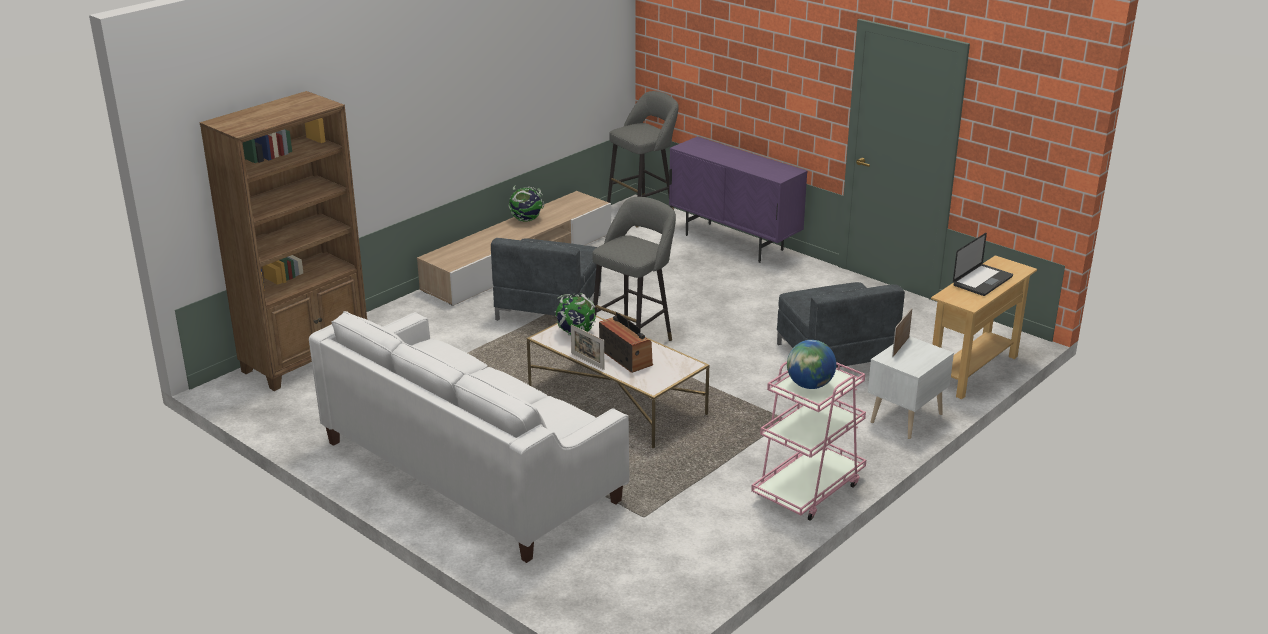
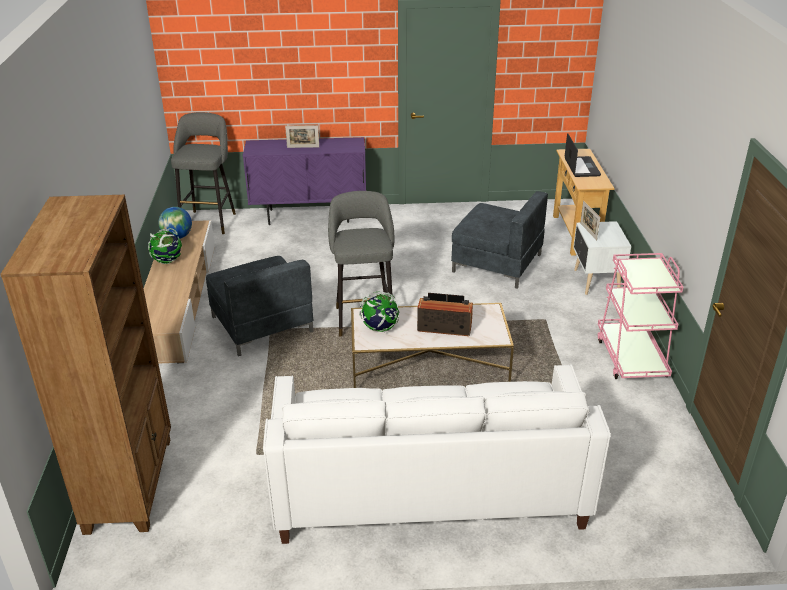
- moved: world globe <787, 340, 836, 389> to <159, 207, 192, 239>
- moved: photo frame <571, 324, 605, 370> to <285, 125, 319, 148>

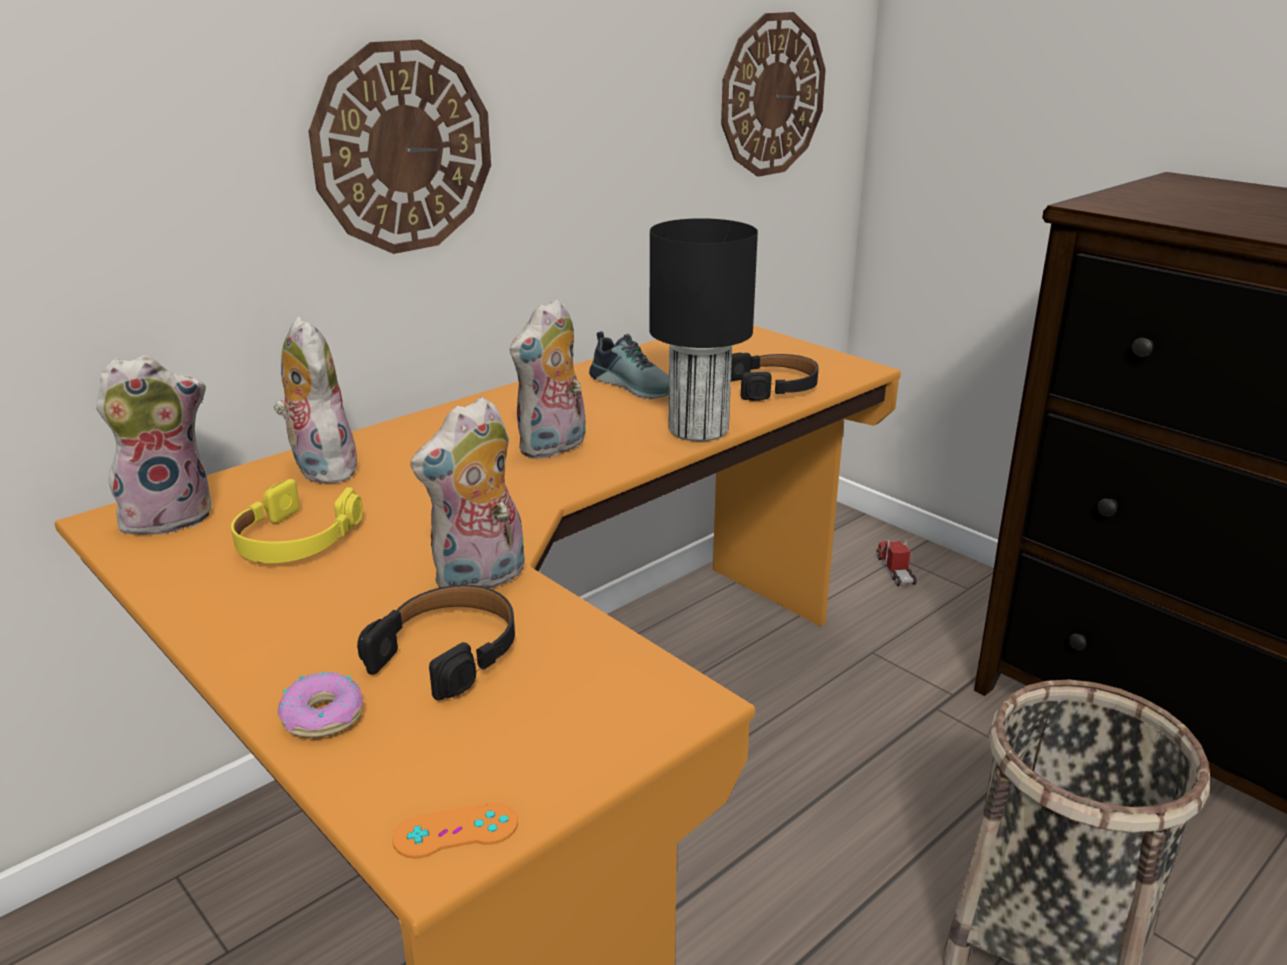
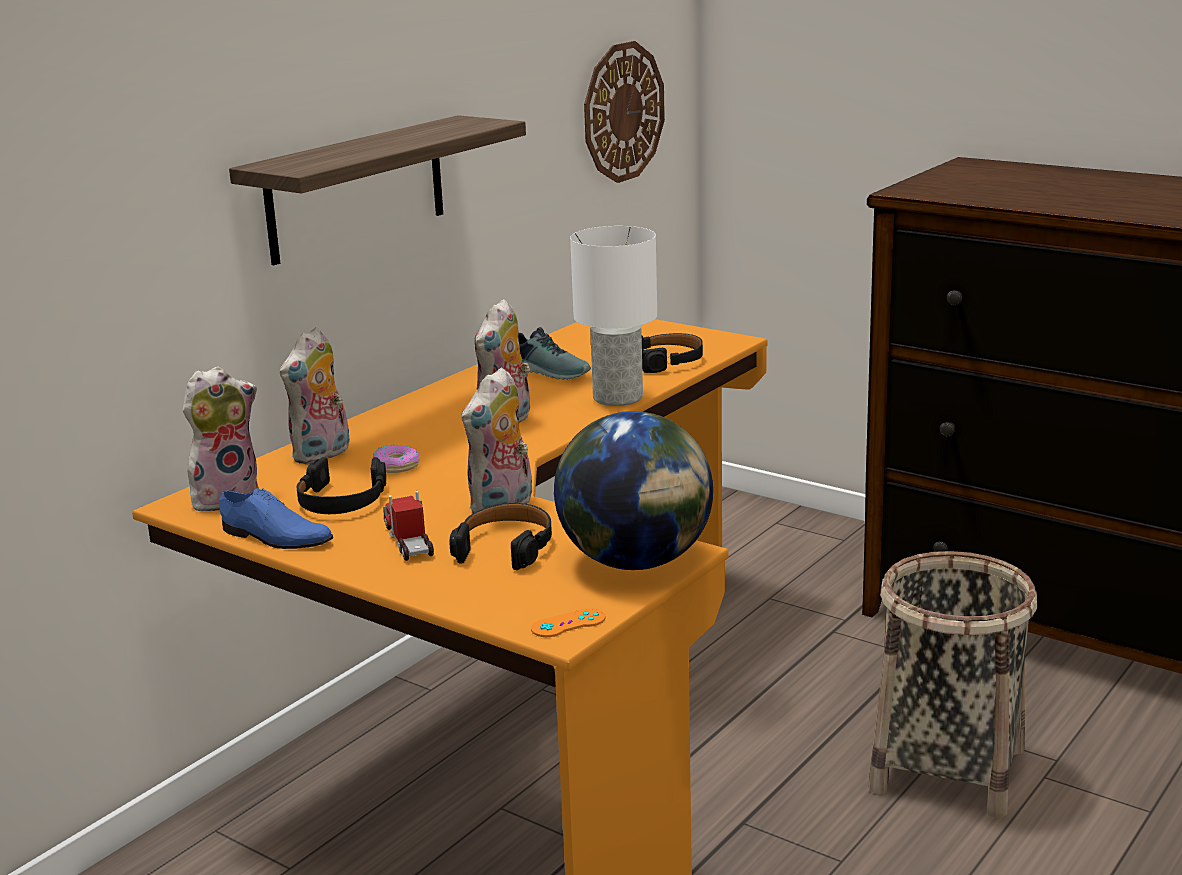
- added: blue-coloured low shoe <219, 488, 333, 549>
- replaced: clock on the wall <309, 40, 491, 254> to bracket shelf <229, 115, 526, 265>
- turned: soft toy <273, 317, 357, 484> = <280, 327, 350, 465> 105 degrees counterclockwise
- recoloured: yellow-coloured headphones <231, 479, 363, 563> to blackish headphones <296, 457, 386, 514>
- moved: doughnut <277, 672, 363, 738> to <373, 445, 420, 473>
- moved: model truck <876, 539, 917, 586> to <383, 491, 434, 561>
- added: world globe <554, 411, 713, 570>
- recoloured: blackish tabletop lamp <650, 218, 758, 441> to white-coloured tabletop lamp <570, 226, 657, 406>

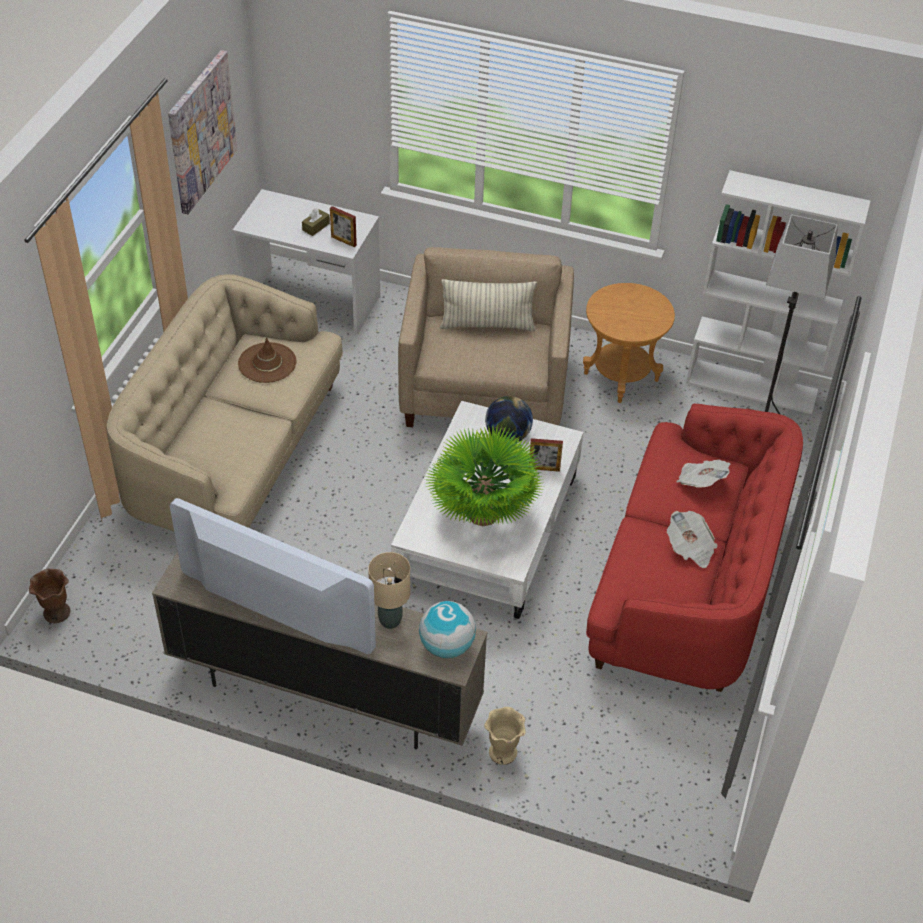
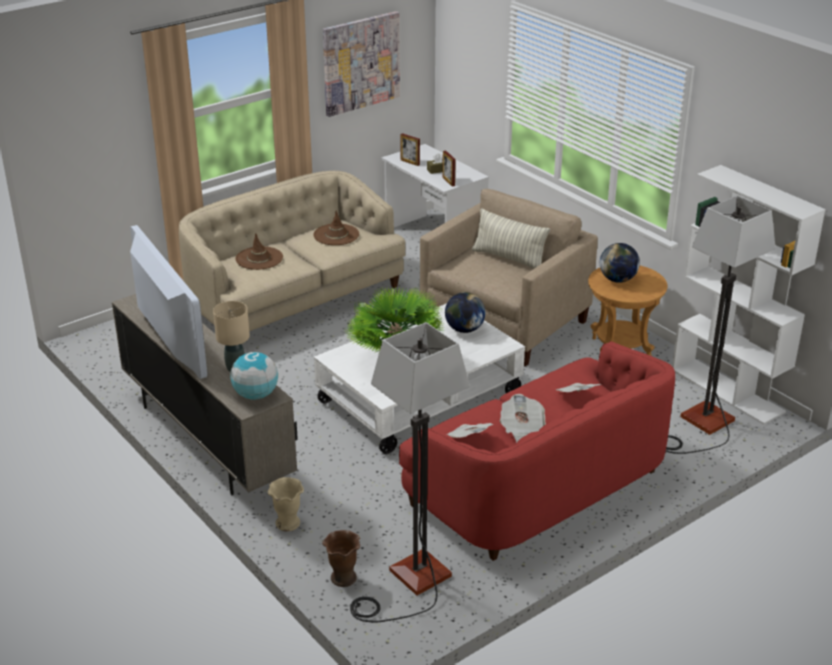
- added: brown-coloured wearable hat <235, 233, 283, 270>
- moved: brown-coloured decorative vase <29, 569, 70, 623> to <322, 530, 360, 587>
- added: standard lamp <350, 322, 470, 622>
- moved: photo frame <529, 438, 563, 472> to <400, 133, 420, 166>
- added: printed paper <447, 423, 494, 438>
- added: world globe <600, 243, 640, 283>

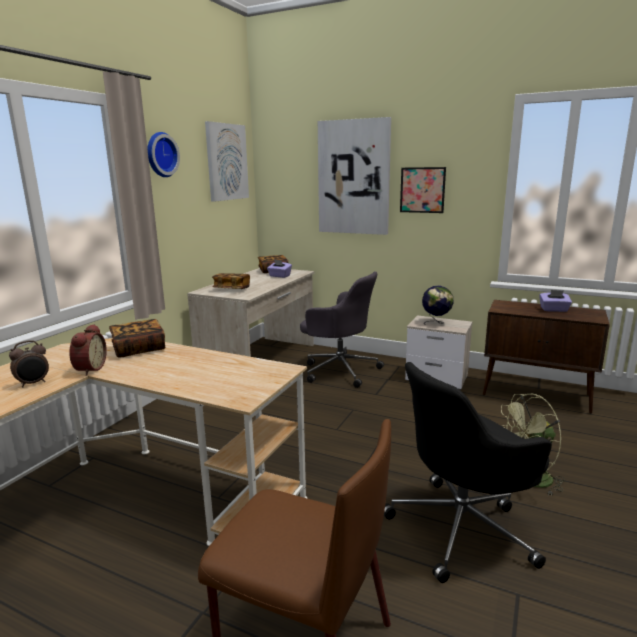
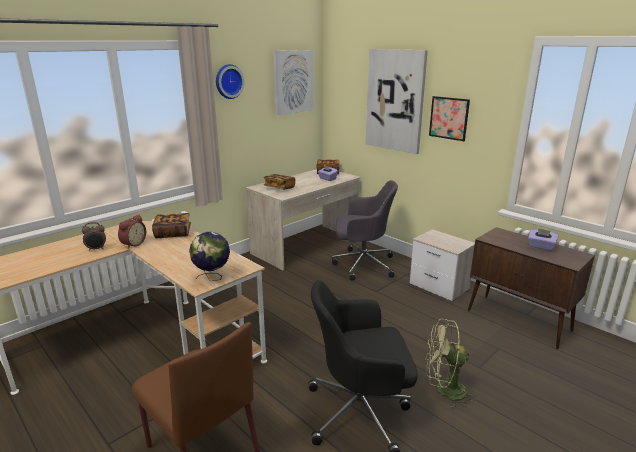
- moved: world globe <422, 285, 454, 325> to <189, 232, 230, 281>
- turned: greyish office chair <300, 271, 384, 388> = <332, 180, 398, 281> 45 degrees counterclockwise

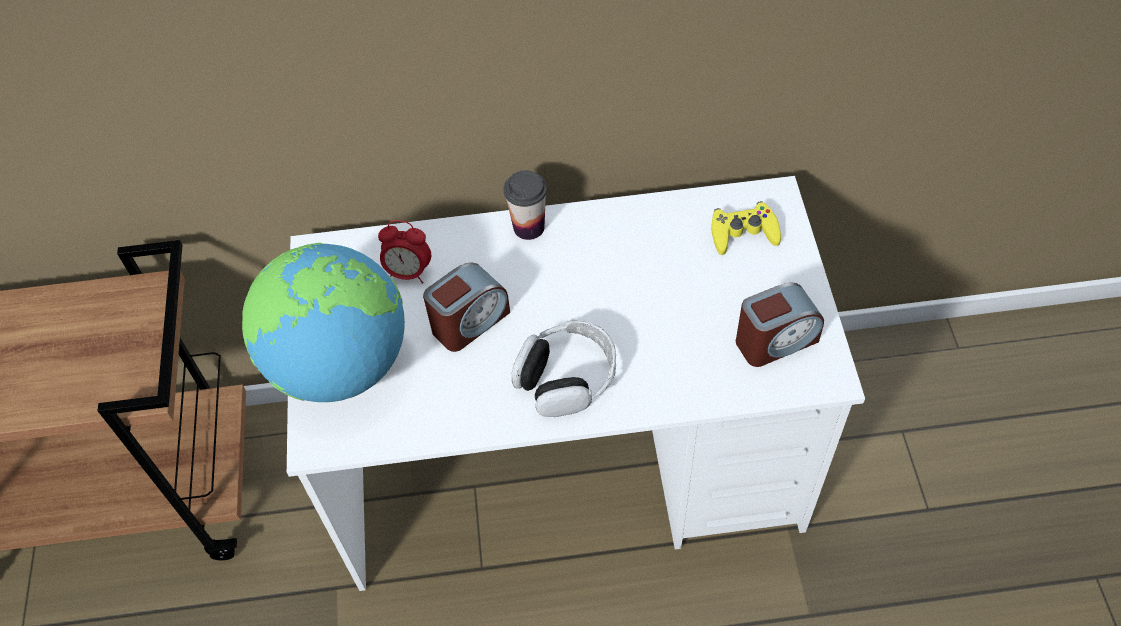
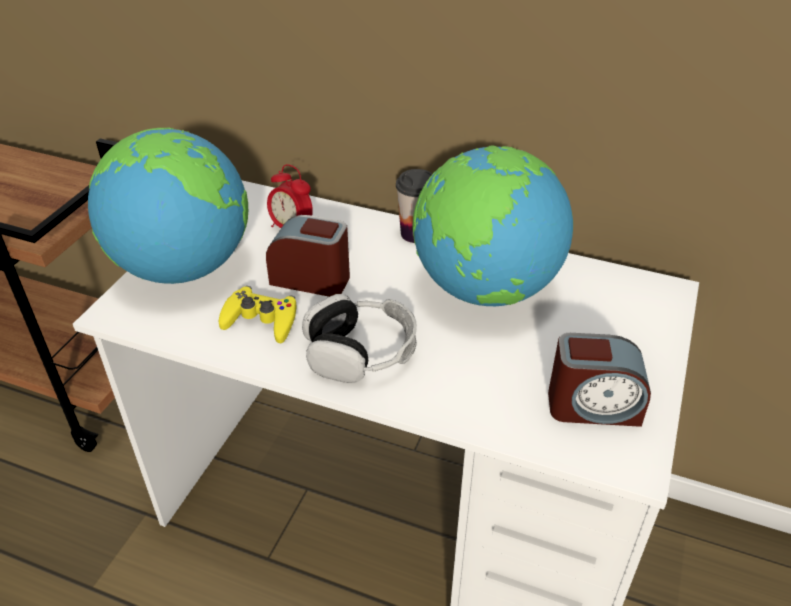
- moved: yellow-coloured game controller <711, 201, 781, 255> to <219, 286, 297, 343>
- turned: bedside clock <423, 262, 510, 352> = <266, 215, 350, 297> 150 degrees counterclockwise
- added: world globe <412, 145, 573, 306>

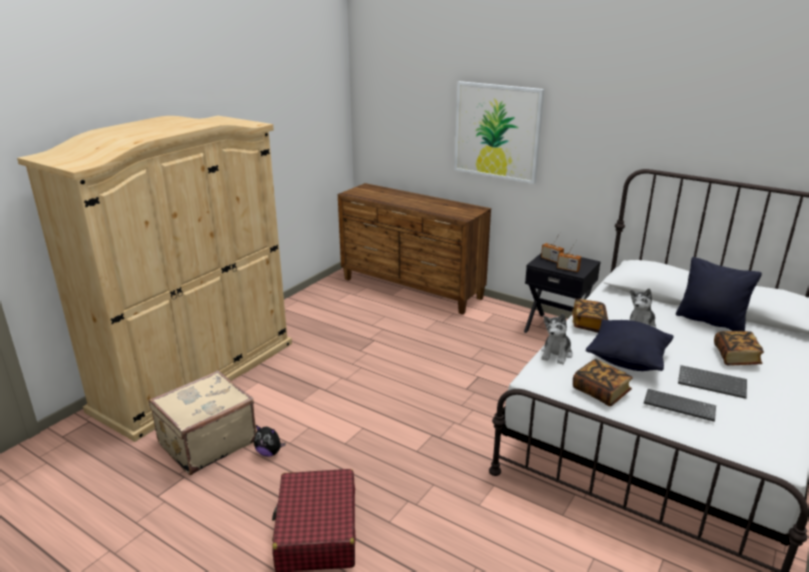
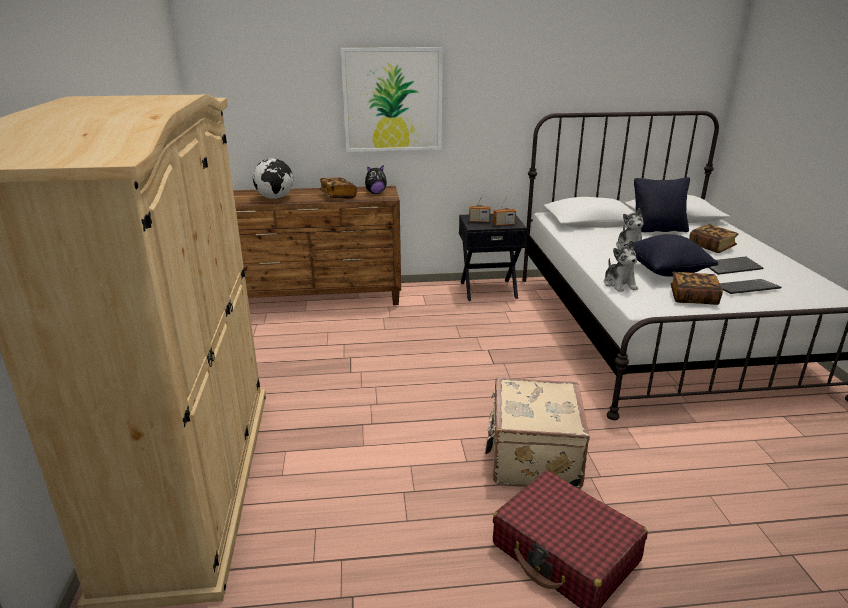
- added: world globe <253, 158, 293, 199>
- moved: bound book <572, 299, 608, 333> to <320, 177, 357, 198>
- moved: soft toy <254, 425, 286, 457> to <365, 166, 387, 194>
- moved: sand-coloured travel case <149, 370, 257, 475> to <485, 377, 590, 489>

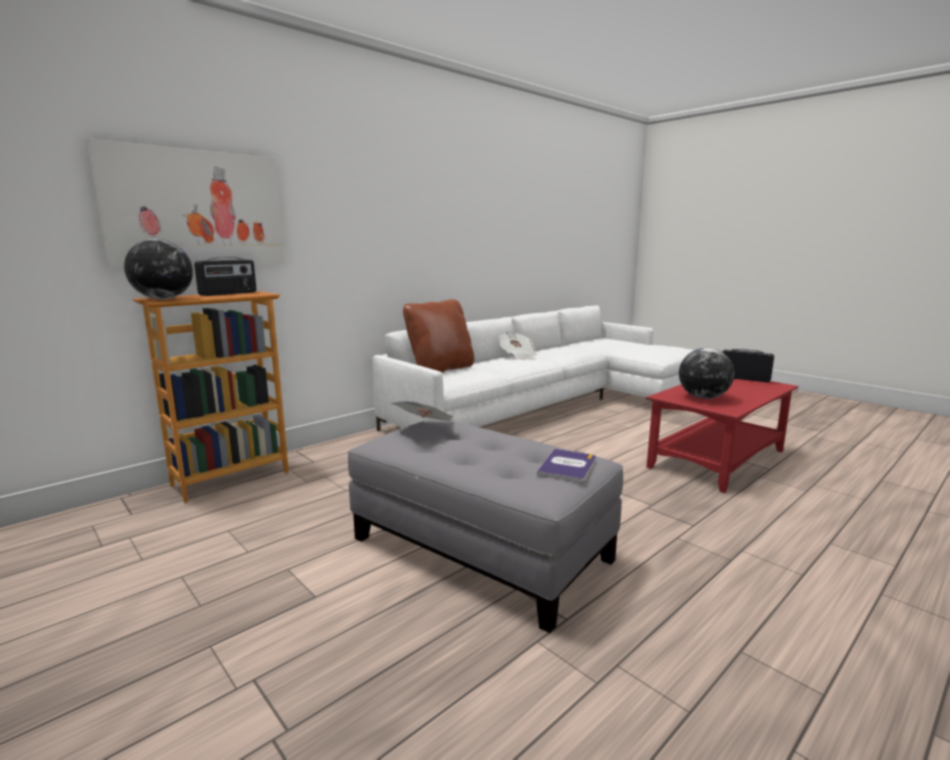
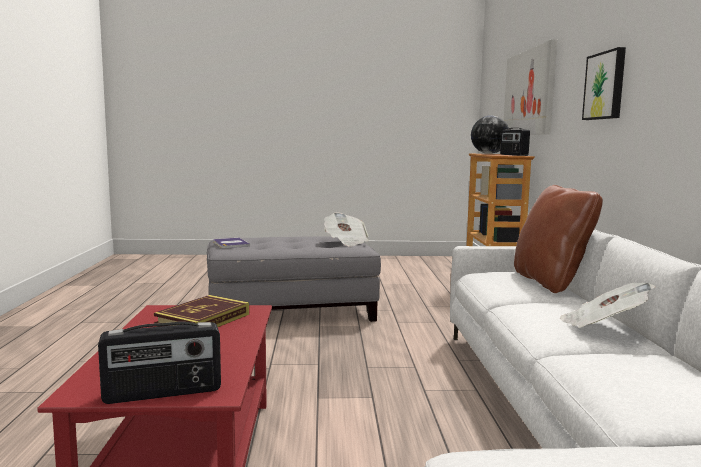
- replaced: world globe <679, 348, 734, 399> to bound book <154, 295, 249, 327>
- added: wall art <582, 47, 626, 120>

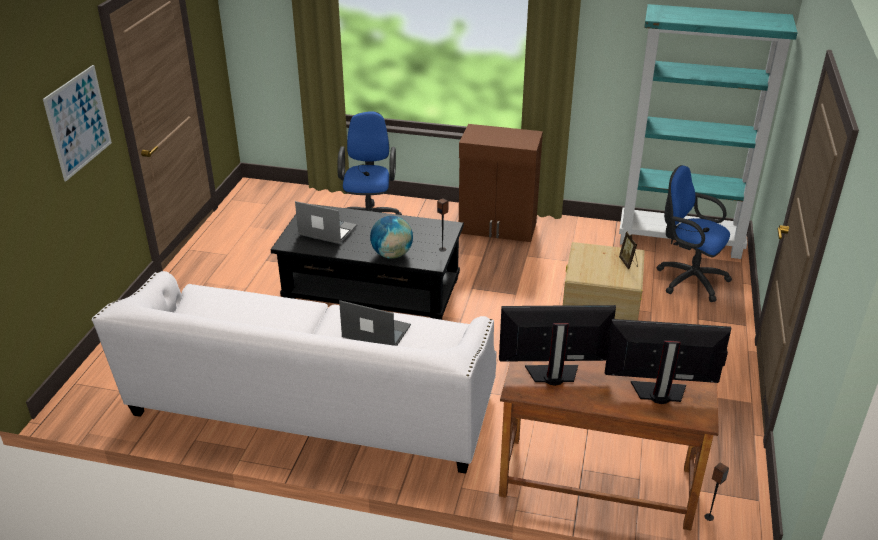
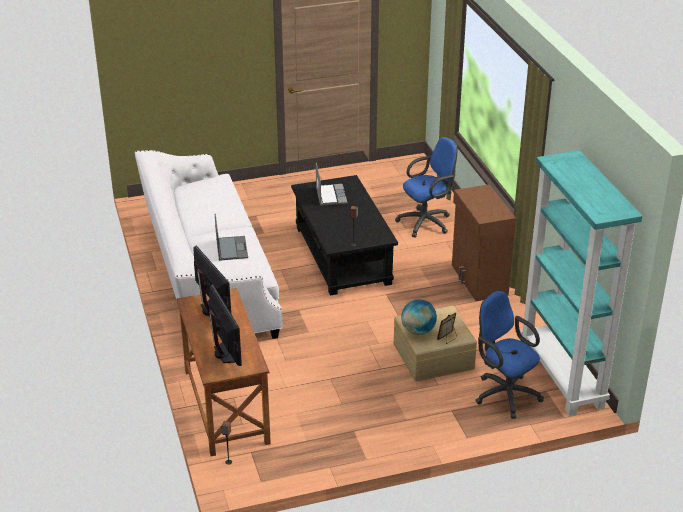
- moved: world globe <370, 216, 413, 259> to <401, 299, 437, 335>
- turned: blue-coloured office chair <657, 165, 732, 302> = <475, 290, 544, 419> 45 degrees counterclockwise
- removed: wall art <43, 65, 112, 181>

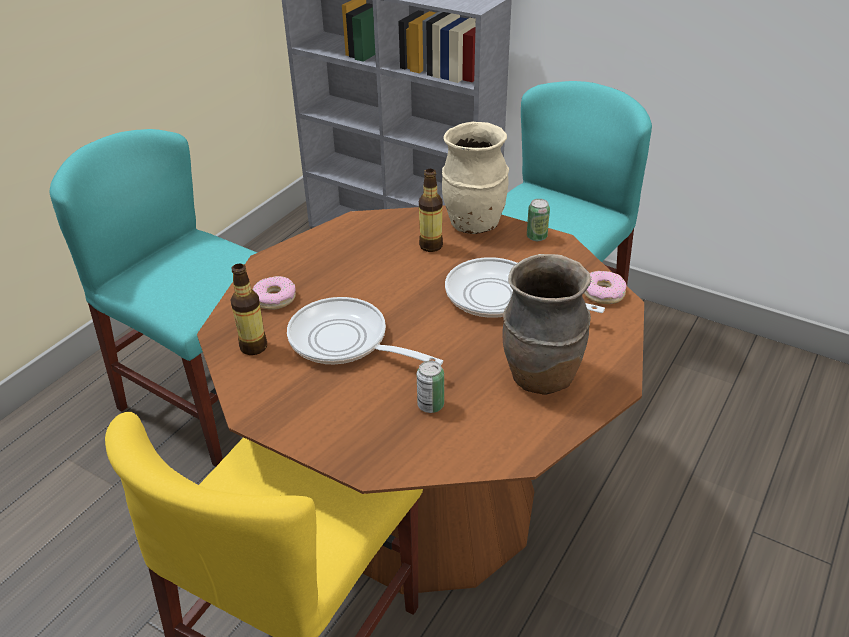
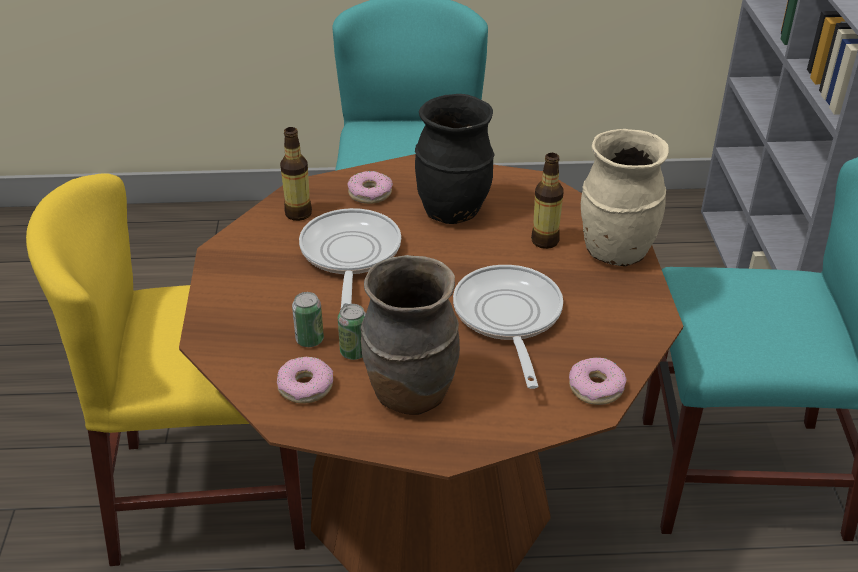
- added: doughnut <277, 357, 333, 404>
- moved: sealed can <527, 199, 550, 241> to <338, 304, 366, 360>
- added: blackish decorative vase <415, 94, 495, 224>

